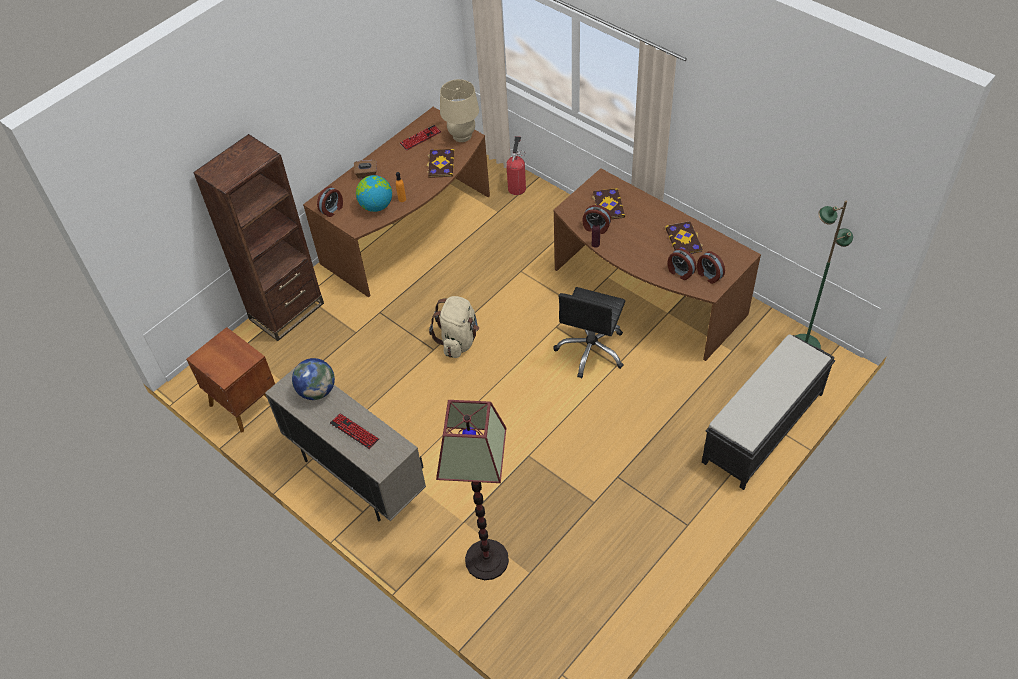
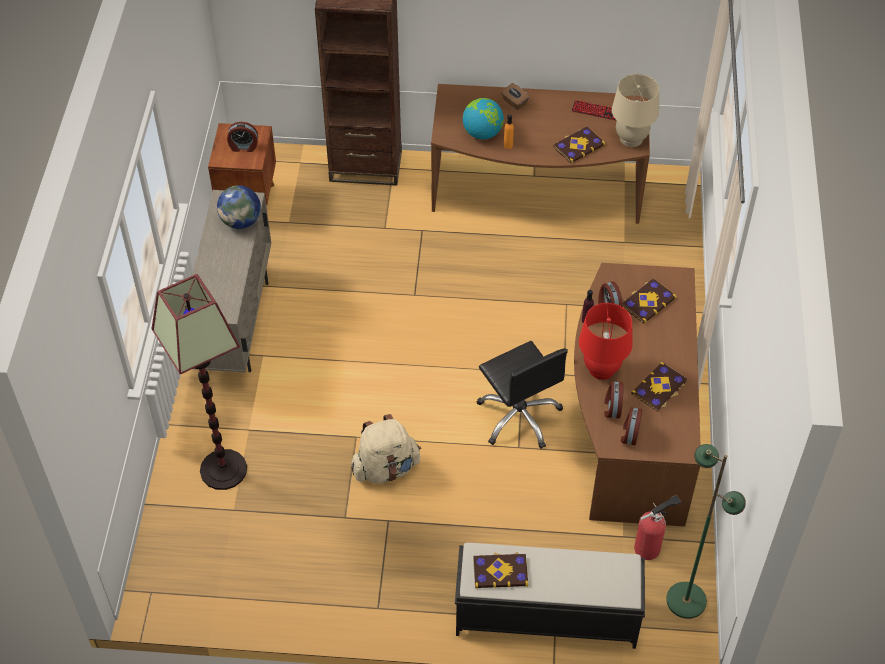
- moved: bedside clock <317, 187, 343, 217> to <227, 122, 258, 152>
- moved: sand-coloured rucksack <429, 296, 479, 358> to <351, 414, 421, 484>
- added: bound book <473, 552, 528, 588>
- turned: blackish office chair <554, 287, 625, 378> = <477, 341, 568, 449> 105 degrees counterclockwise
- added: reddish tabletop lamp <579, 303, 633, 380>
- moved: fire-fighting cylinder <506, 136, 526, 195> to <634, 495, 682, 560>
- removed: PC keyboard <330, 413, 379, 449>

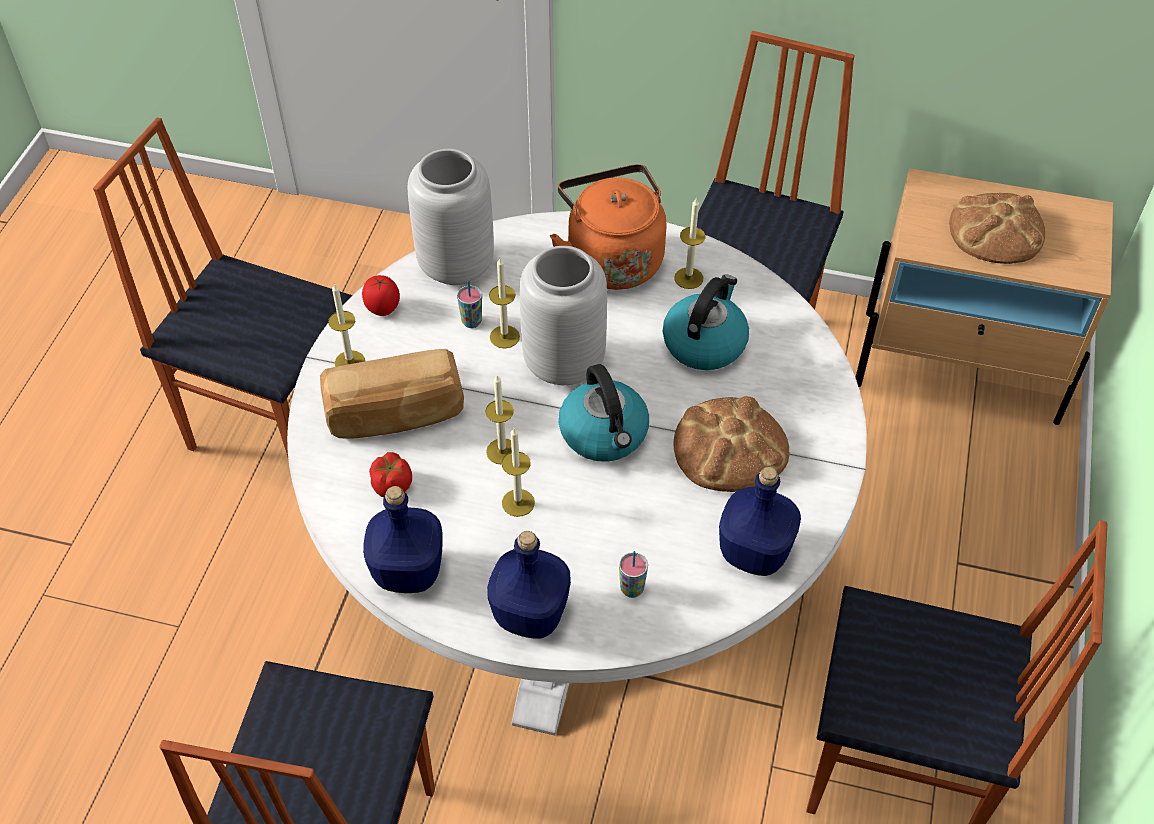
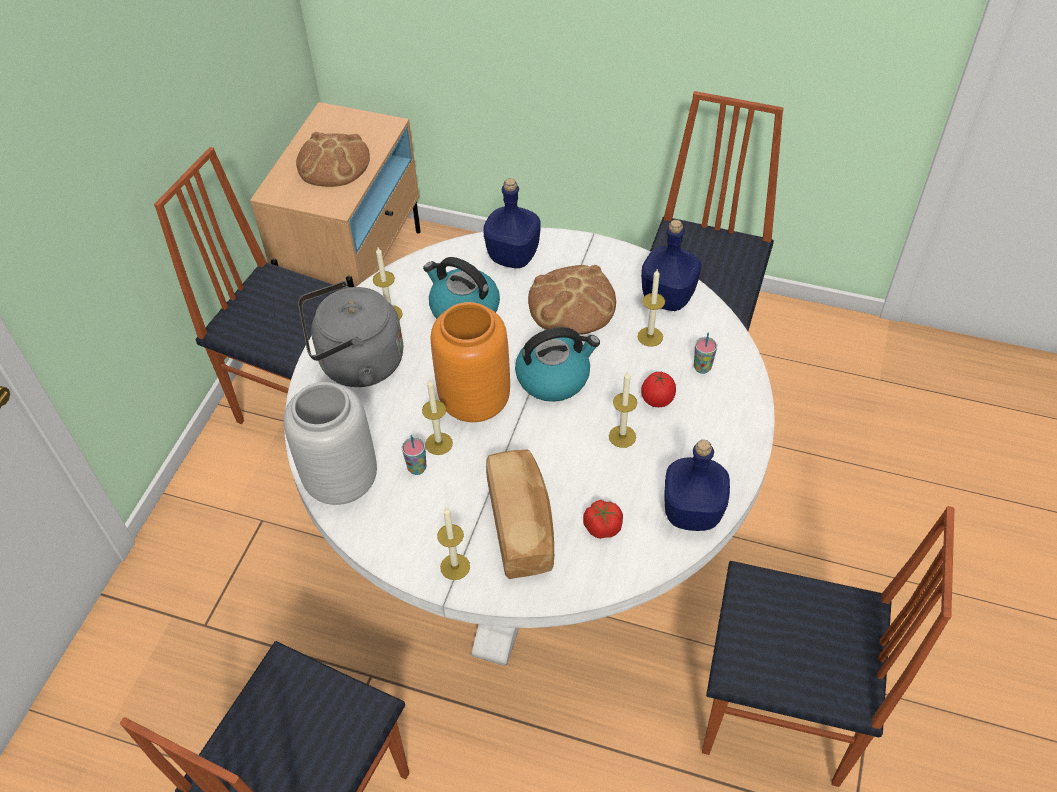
- recoloured: orange-coloured water kettle <550, 164, 667, 290> to greyish water kettle <298, 281, 403, 387>
- recoloured: greyish decorative vase <520, 246, 607, 385> to orange-coloured decorative vase <431, 302, 510, 422>
- moved: blue-coloured drink bottle <487, 531, 571, 639> to <483, 178, 541, 268>
- moved: wax candle <485, 375, 514, 465> to <638, 270, 665, 347>
- moved: fresh tomato <362, 275, 400, 316> to <641, 372, 676, 407>

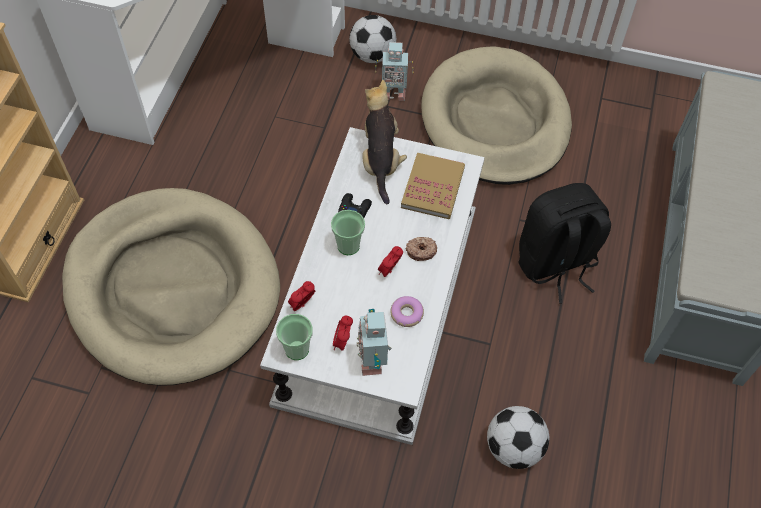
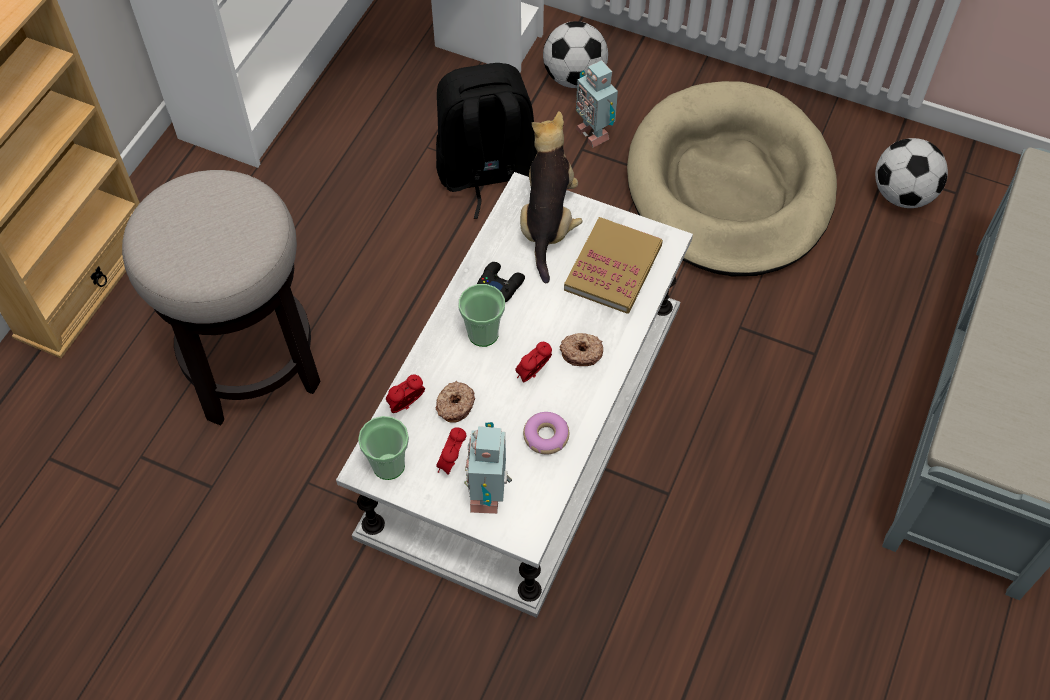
- replaced: sand-coloured dog bed <62, 188, 280, 386> to stool <122, 170, 321, 425>
- moved: blackish rucksack <518, 183, 611, 304> to <436, 63, 537, 219>
- added: doughnut <436, 381, 475, 423>
- turned: toy robot <375, 42, 413, 101> = <576, 60, 618, 148> 45 degrees clockwise
- moved: football ball <487, 406, 549, 469> to <875, 138, 948, 208>

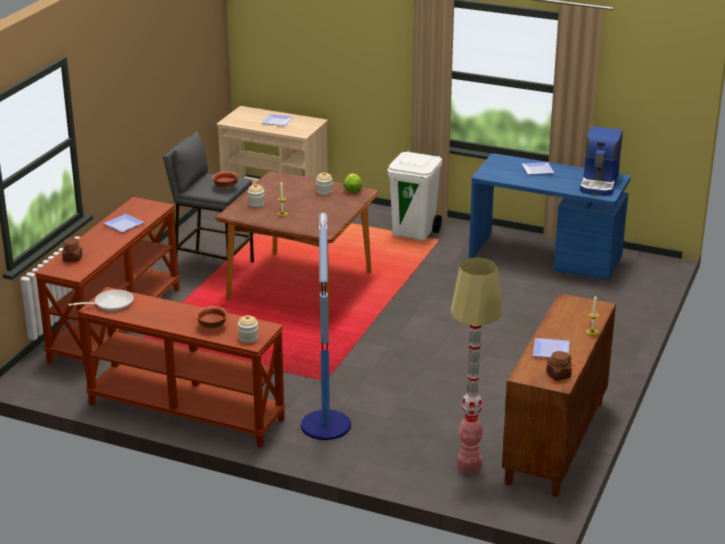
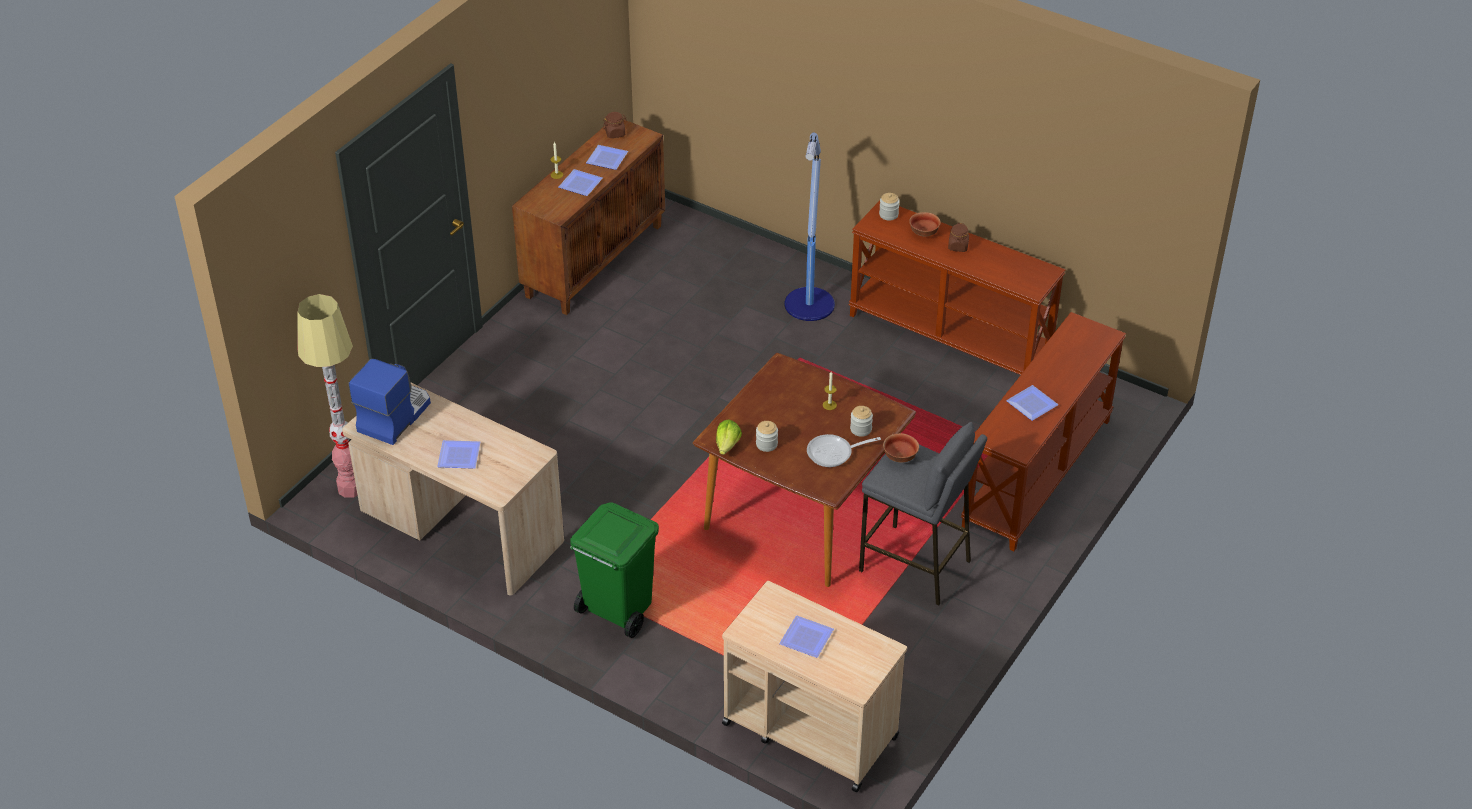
- moved: standard lamp <451, 257, 502, 474> to <297, 294, 357, 498>
- recoloured: blue-coloured desk table <469, 153, 630, 280> to sand-coloured desk table <342, 383, 564, 595>
- added: dinner plate <558, 169, 603, 196>
- recoloured: white-coloured waste bin <387, 151, 442, 241> to greenish waste bin <570, 502, 659, 638>
- moved: skillet <68, 290, 134, 311> to <807, 434, 881, 467>
- moved: brown-coloured preserve jar <62, 238, 82, 262> to <948, 223, 969, 252>

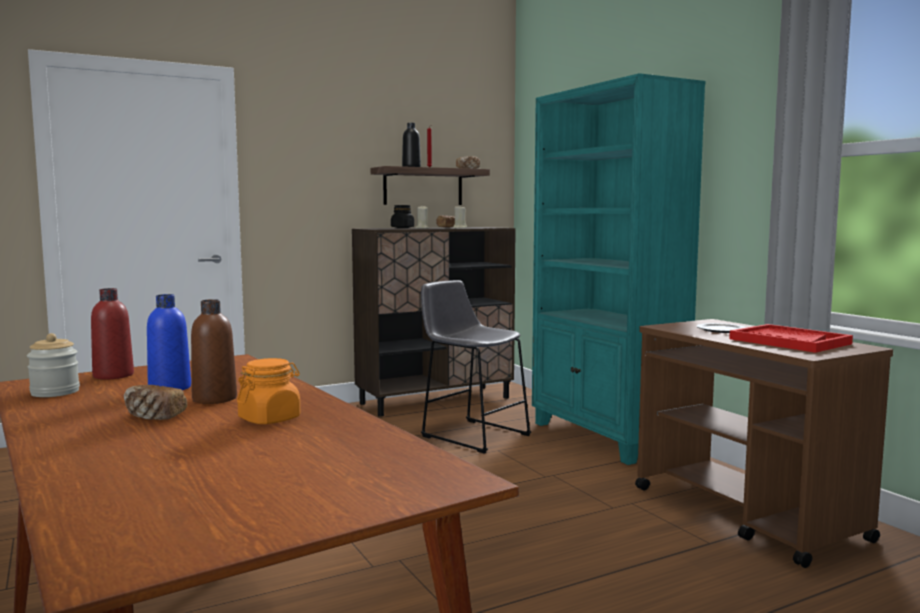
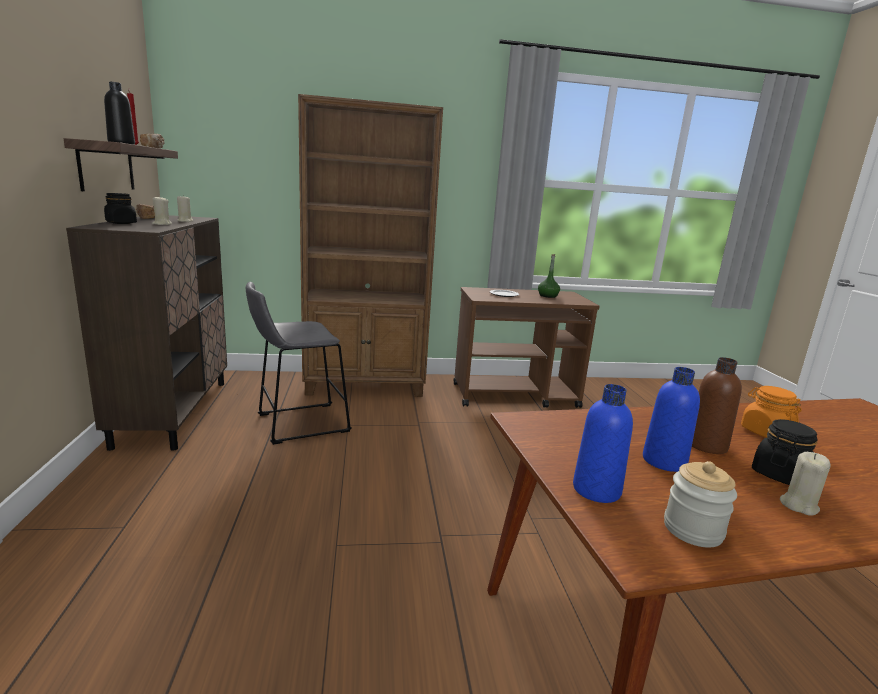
- recoloured: blue-green bookcase <532, 73, 706, 465> to brown-coloured bookcase <298, 94, 443, 397>
- replaced: reddish tray <729, 324, 853, 353> to greenish drink bottle <538, 254, 560, 298>
- recoloured: reddish drink bottle <91, 288, 134, 380> to blue-coloured drink bottle <573, 384, 633, 503>
- replaced: bread <124, 385, 187, 420> to blackish preserve jar <752, 419, 818, 485>
- added: sand-coloured wax candle <780, 452, 831, 516>

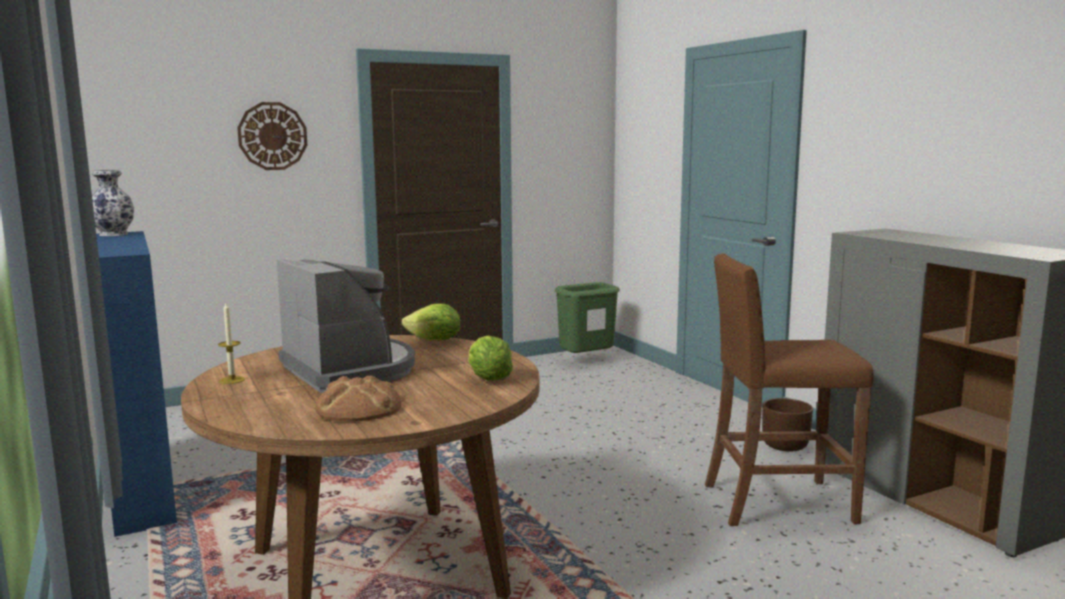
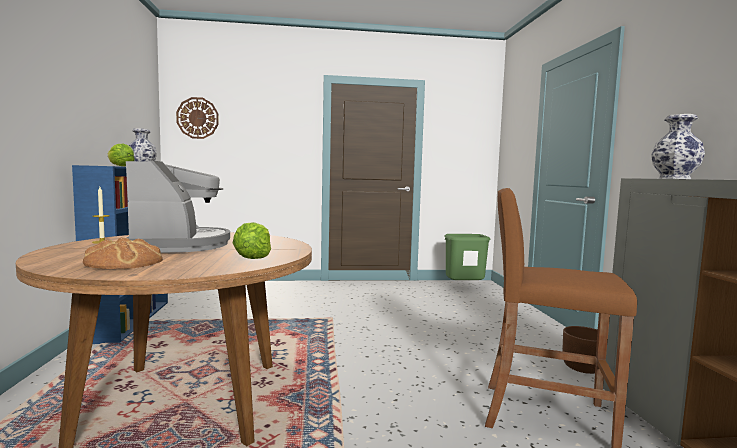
- moved: head of lettuce <402, 303, 461, 340> to <108, 144, 135, 167>
- moved: clock on the wall <237, 102, 307, 170> to <176, 97, 219, 139>
- added: decorative vase <651, 114, 705, 179>

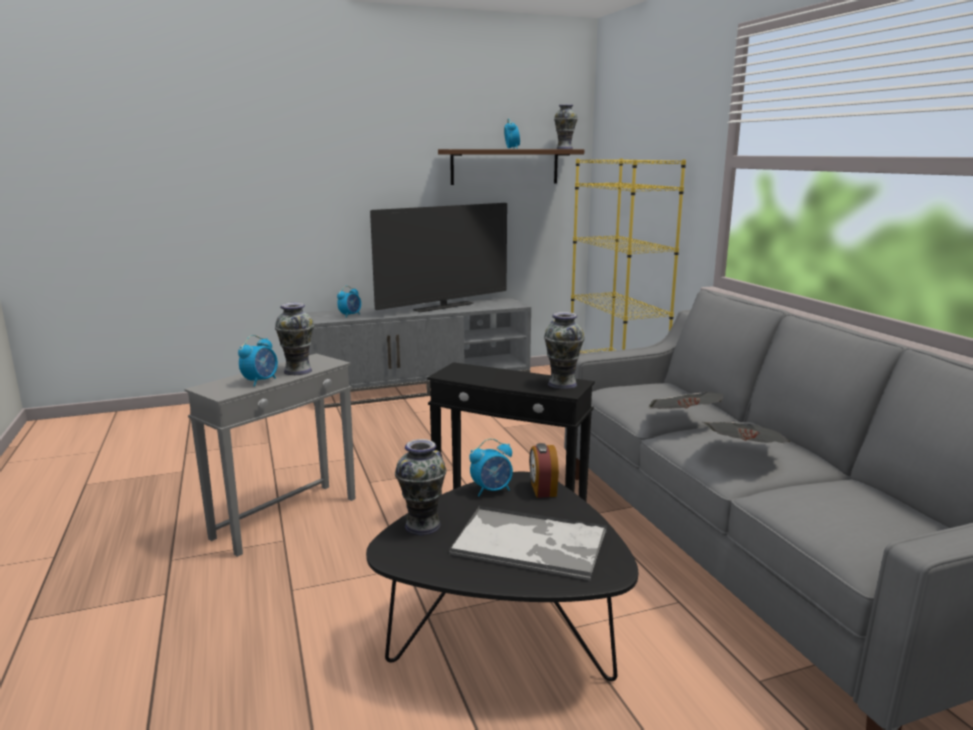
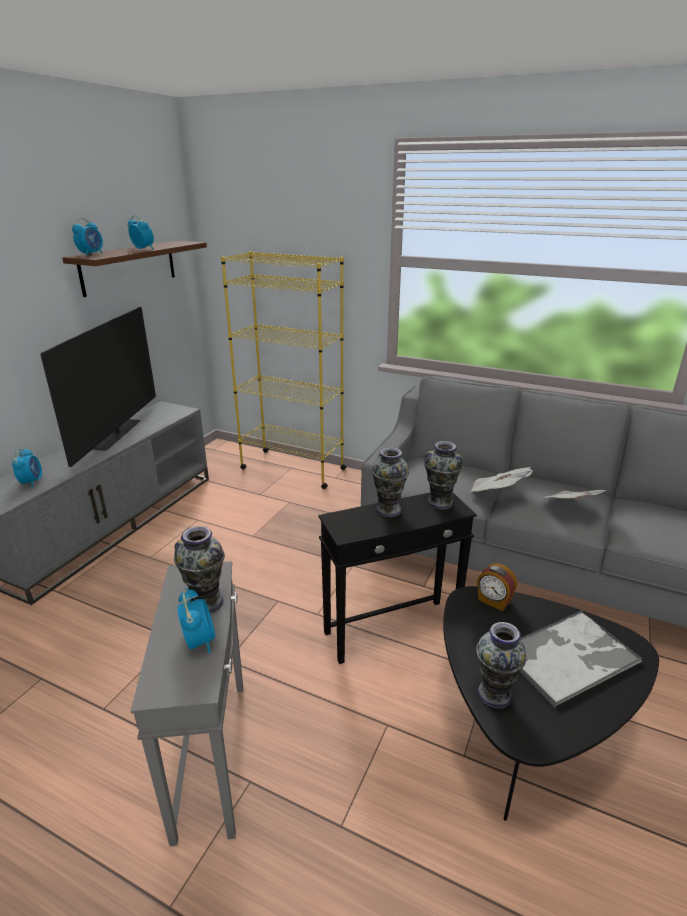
- moved: bedside clock <469, 438, 513, 496> to <72, 218, 103, 256>
- moved: decorative vase <554, 104, 578, 149> to <372, 447, 409, 518>

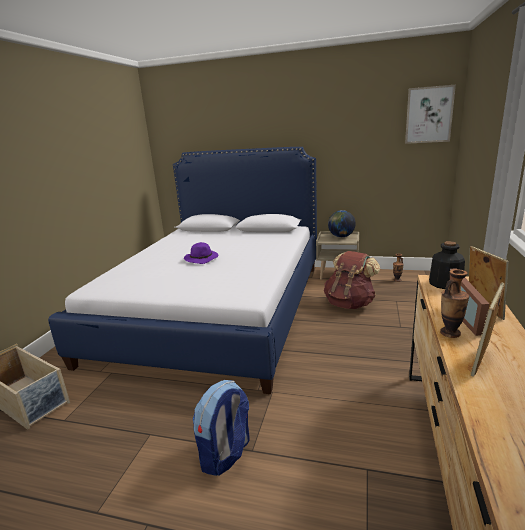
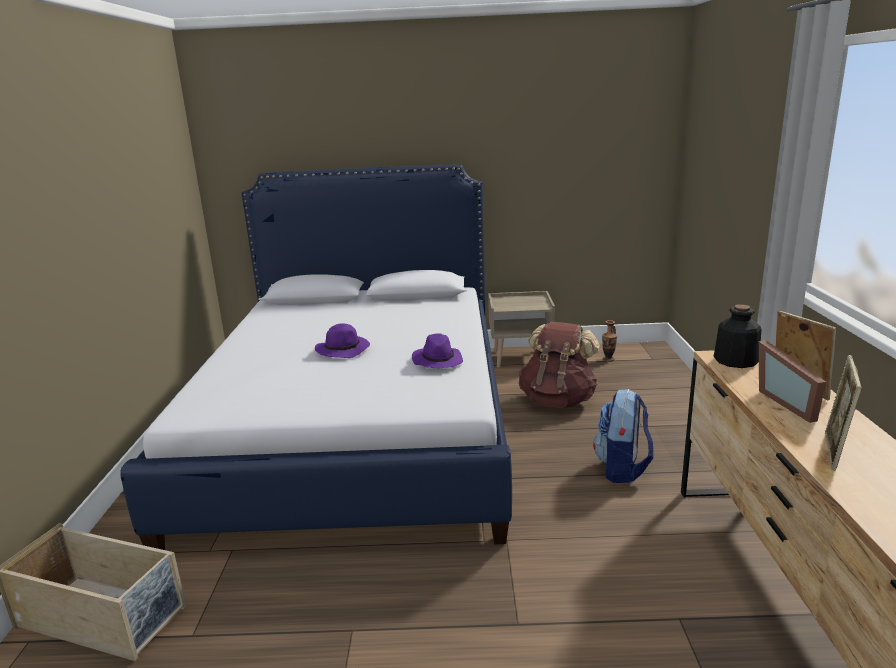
- added: purple-coloured wearable hat <412, 333, 463, 368>
- moved: rucksack <193, 380, 250, 476> to <593, 389, 653, 483>
- removed: world globe <328, 210, 356, 237>
- removed: wall art <405, 85, 456, 144>
- removed: decorative vase <440, 269, 469, 338>

